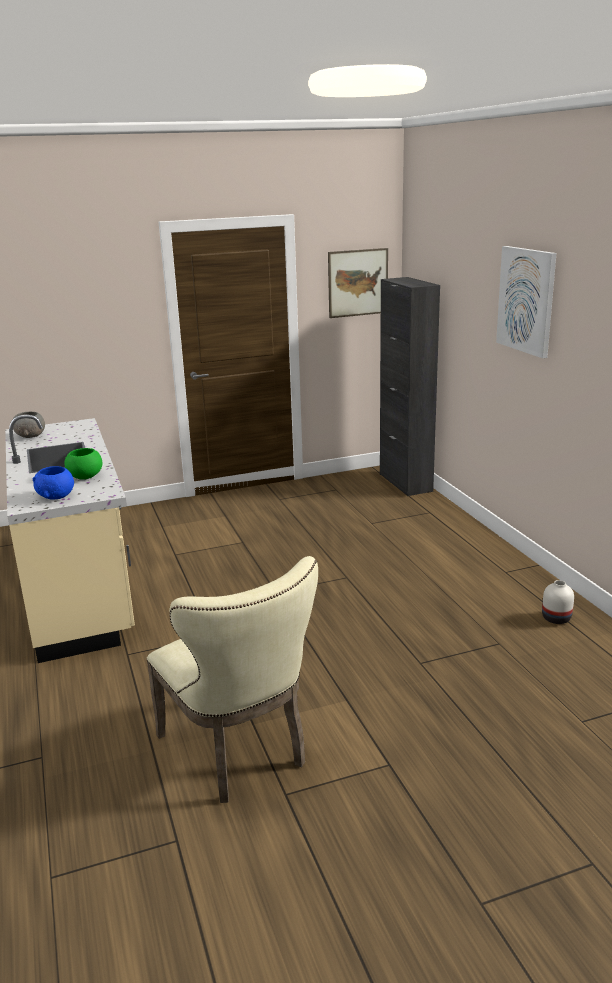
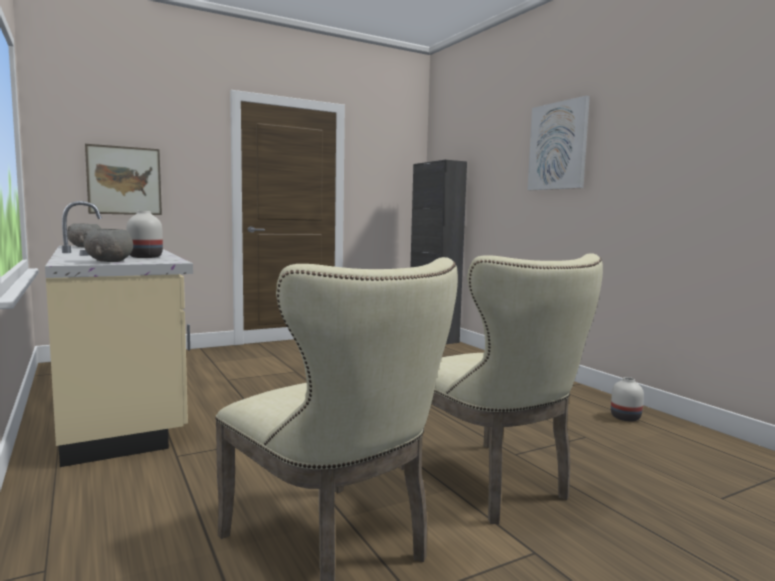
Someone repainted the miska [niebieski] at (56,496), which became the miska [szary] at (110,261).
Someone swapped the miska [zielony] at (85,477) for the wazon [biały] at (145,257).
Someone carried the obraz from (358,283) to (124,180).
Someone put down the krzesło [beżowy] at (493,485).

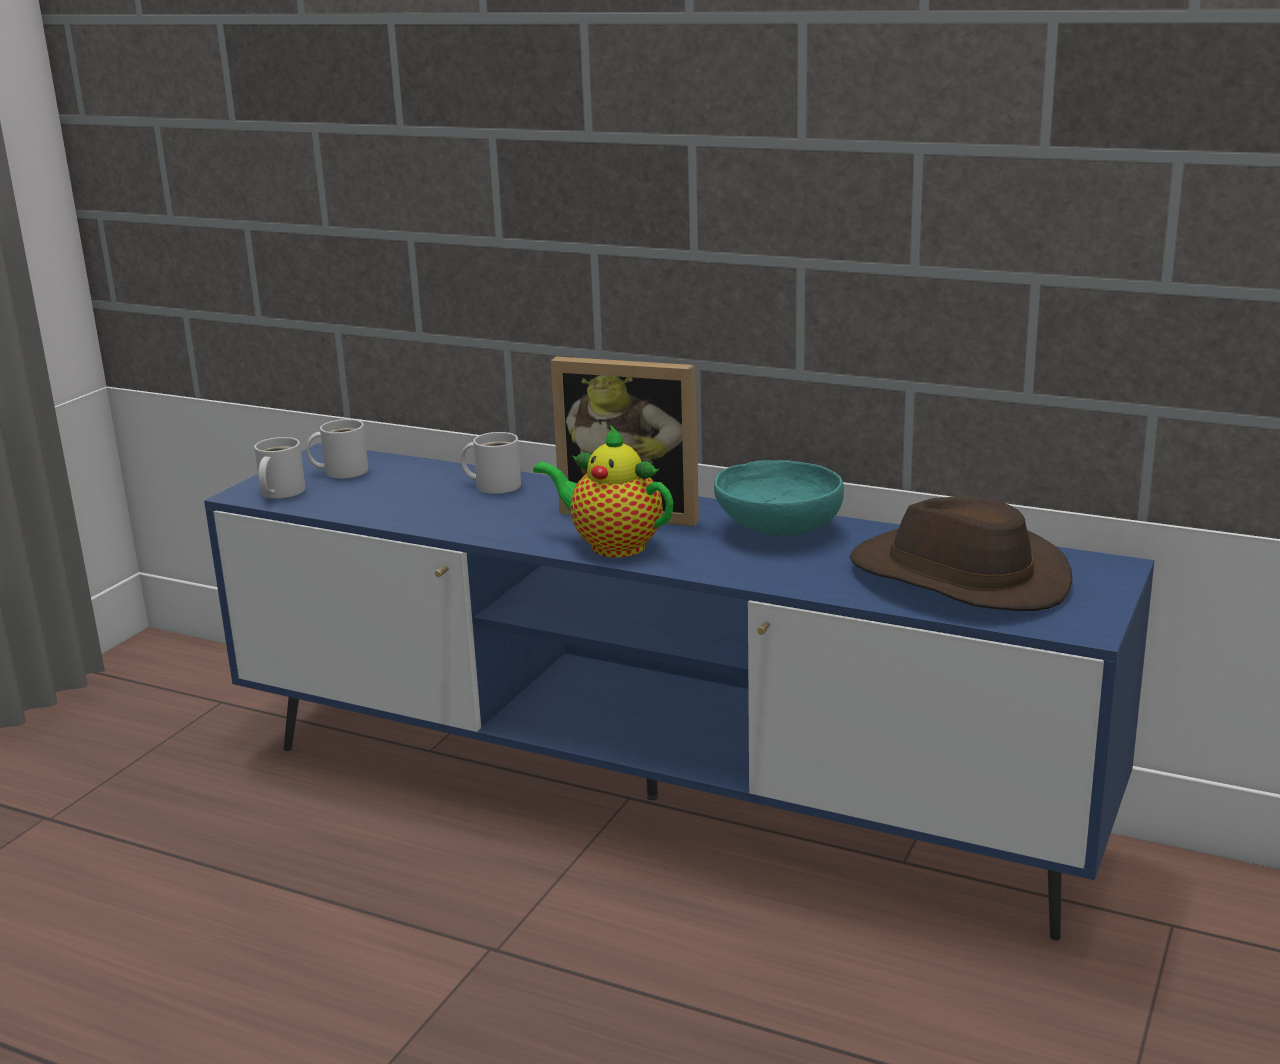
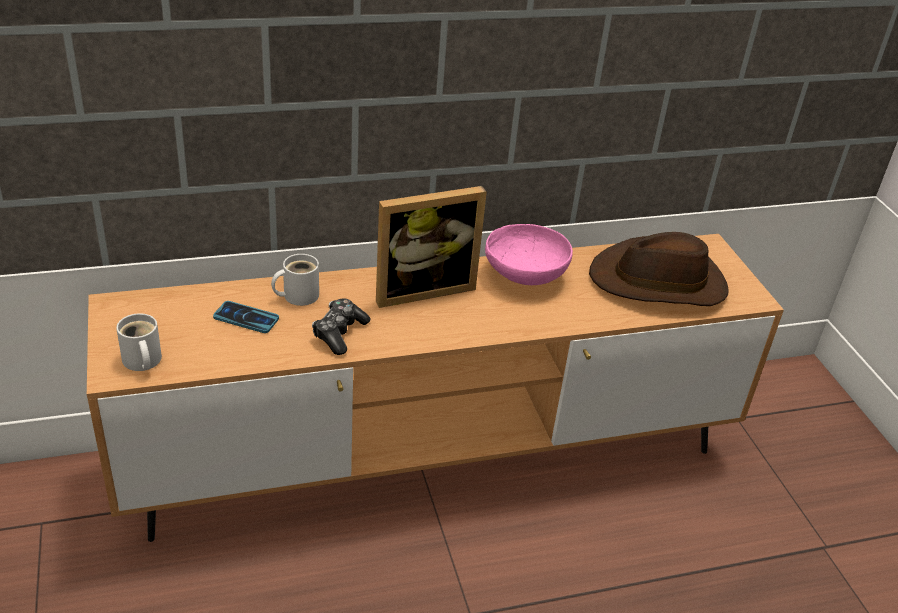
Someone repainted the szafka pod telewizor [niebieski] at (651,798), which became the szafka pod telewizor [brązowy] at (433,460).
Someone took away the kubek [biały] at (342,471).
Someone took away the imbryk at (611,545).
Someone repainted the miska [turkusowy] at (776,530), which became the miska [różowy] at (524,276).
Someone put down the telefon at (246,318).
Someone put down the pad do gier at (339,333).

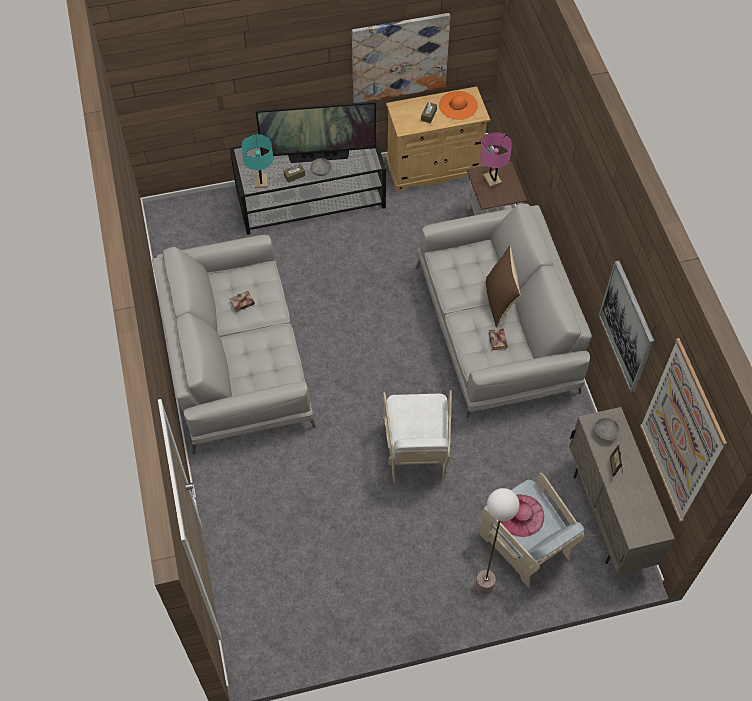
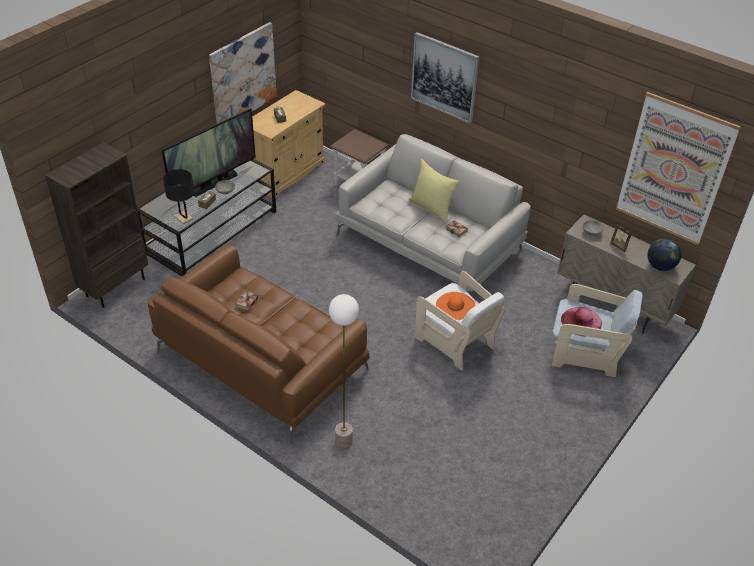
Someone repainted the kanapa [szary] at (237,359), which became the kanapa [brązowy] at (260,360).
Someone repainted the lampa stołowa [turkusowy] at (261,181), which became the lampa stołowa [czarny] at (183,218).
Someone carried the kapelusz [pomarańczowy] from (458,105) to (455,306).
Someone carried the lampa stojąca from (484,586) to (343,441).
Someone took away the lampa stołowa [różowy] at (492,179).
Someone repainted the poduszka [brązowy] at (500,301), which became the poduszka [żółty] at (432,208).
Someone carried the obraz from (627,327) to (444,77).
Someone put down the regał [brązowy] at (115,287).
Someone put down the globus at (660,266).

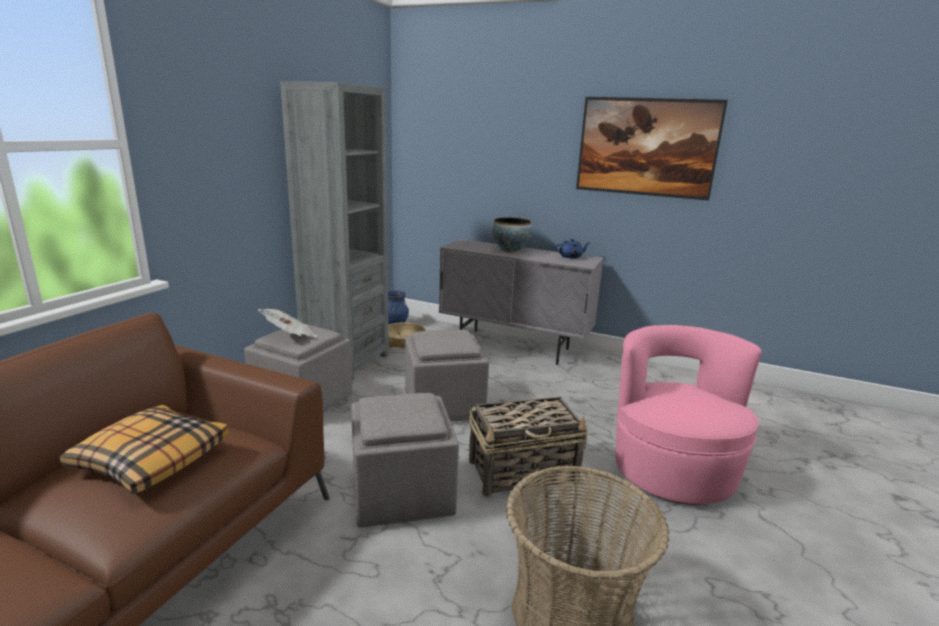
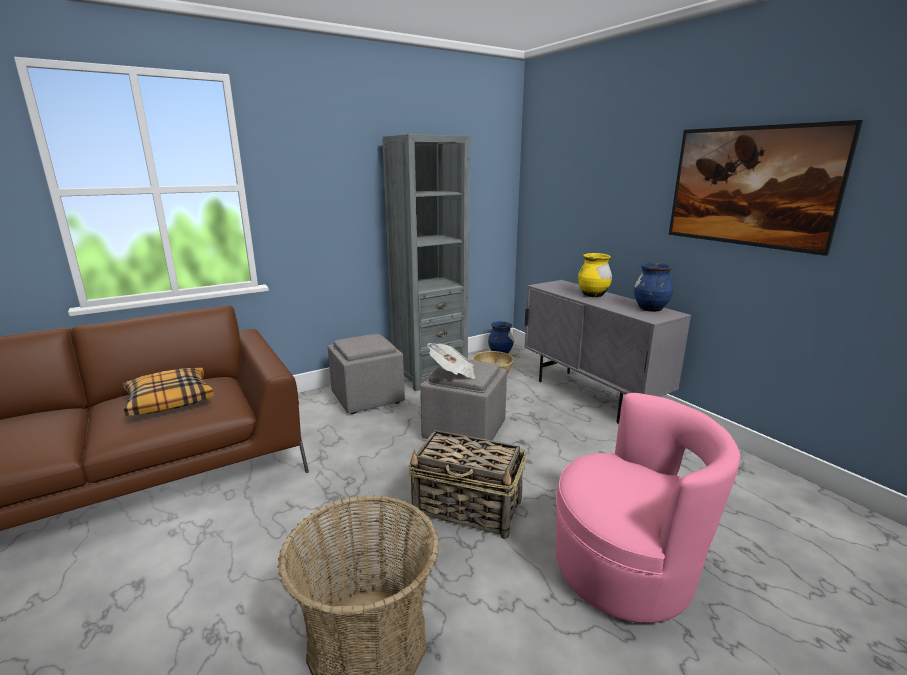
Someone carried the gazeta from (290,336) to (452,373).
Someone took away the pufa [szary] at (401,493).
Someone swapped the miska at (510,250) for the wazon [żółty] at (593,295).
Someone swapped the imbryk [niebieski] at (571,256) for the wazon [niebieski] at (650,309).
Someone rotated the fotel [różowy] at (672,470) by 60 degrees clockwise.

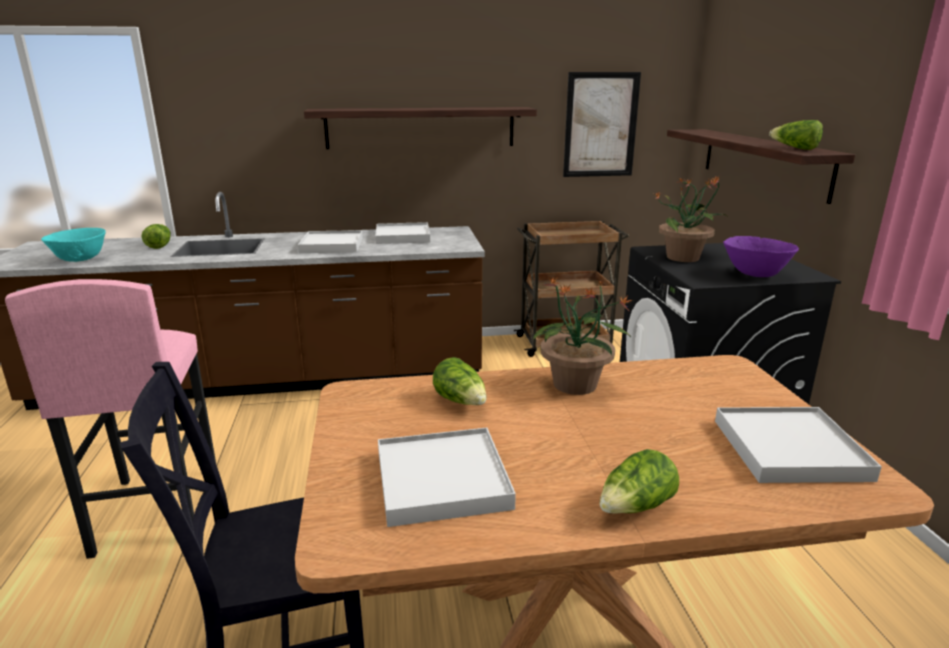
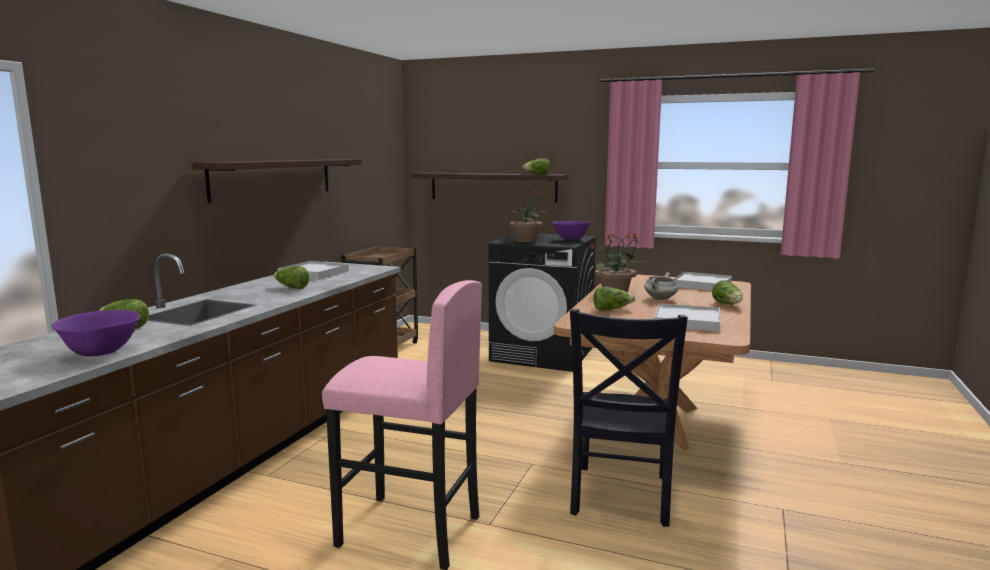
Someone repainted the miska [turkusowy] at (80,260), which became the miska [fioletowy] at (101,353).
Someone swapped the taca [biały] at (331,245) for the sałata at (291,287).
Someone took away the obraz at (600,125).
Someone put down the garnek [biały] at (660,299).

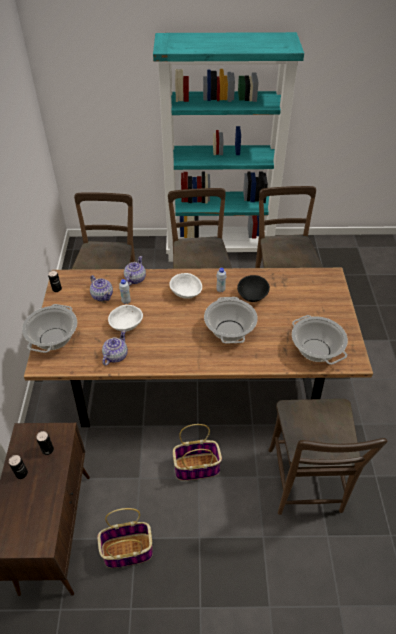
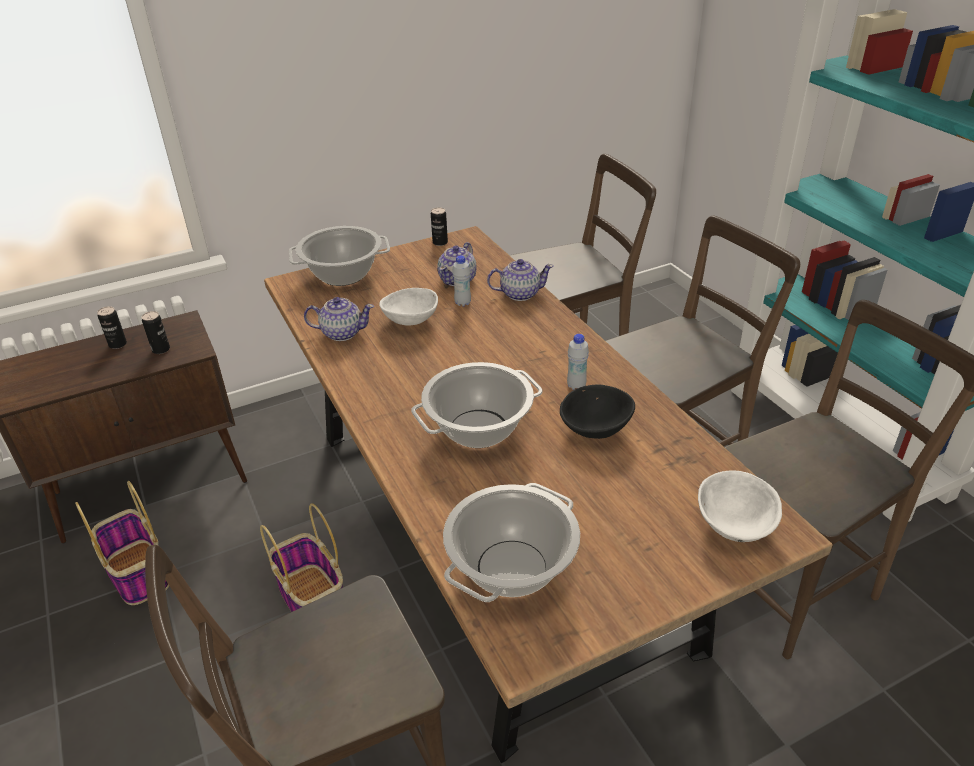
Someone carried the miska [biały] from (186,293) to (734,525).

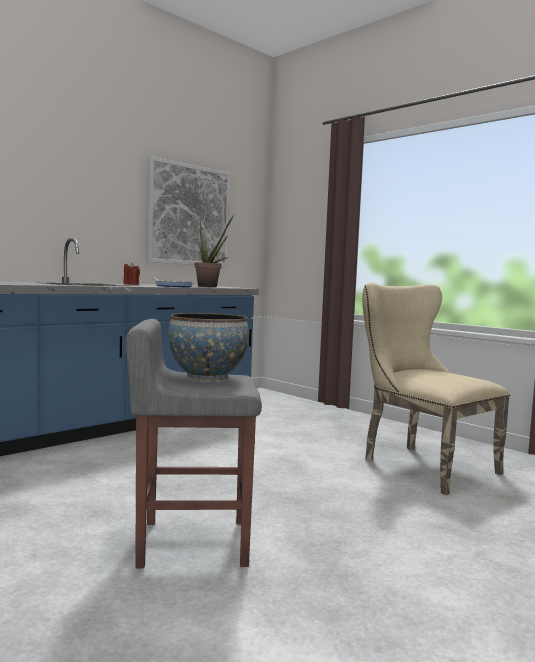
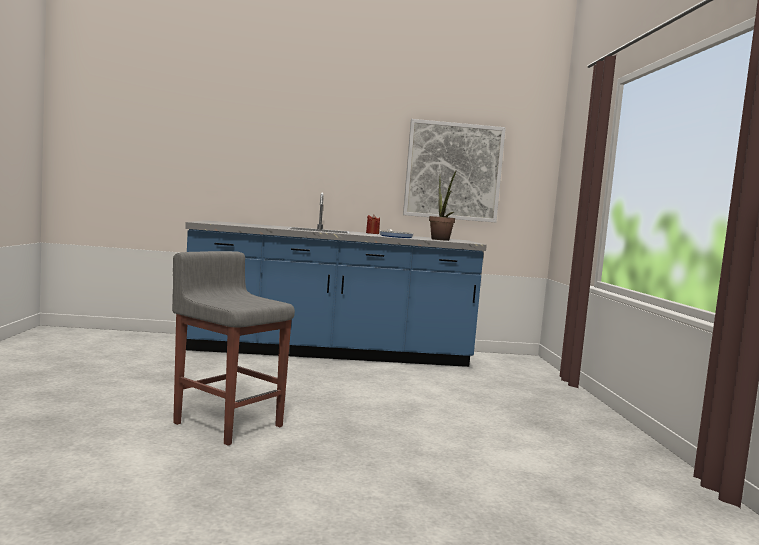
Someone took away the miska at (207,376).
Someone took away the krzesło [beżowy] at (421,465).

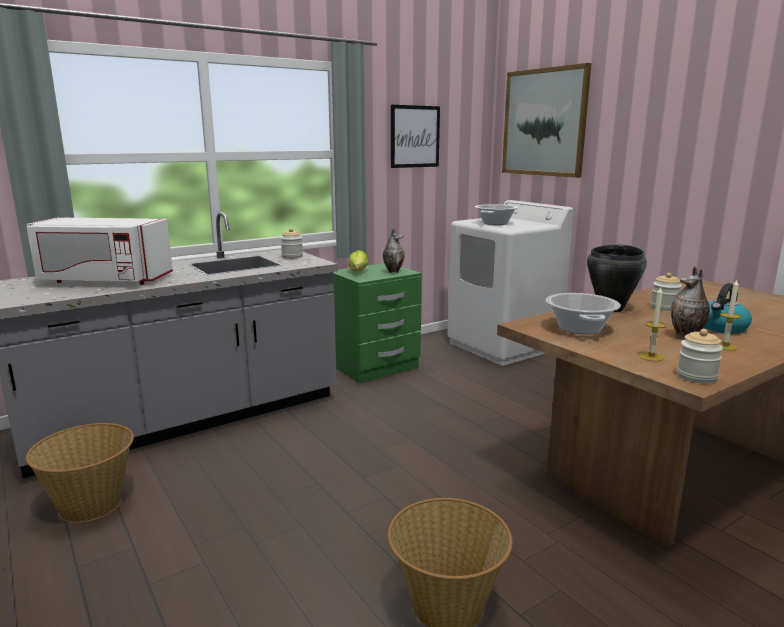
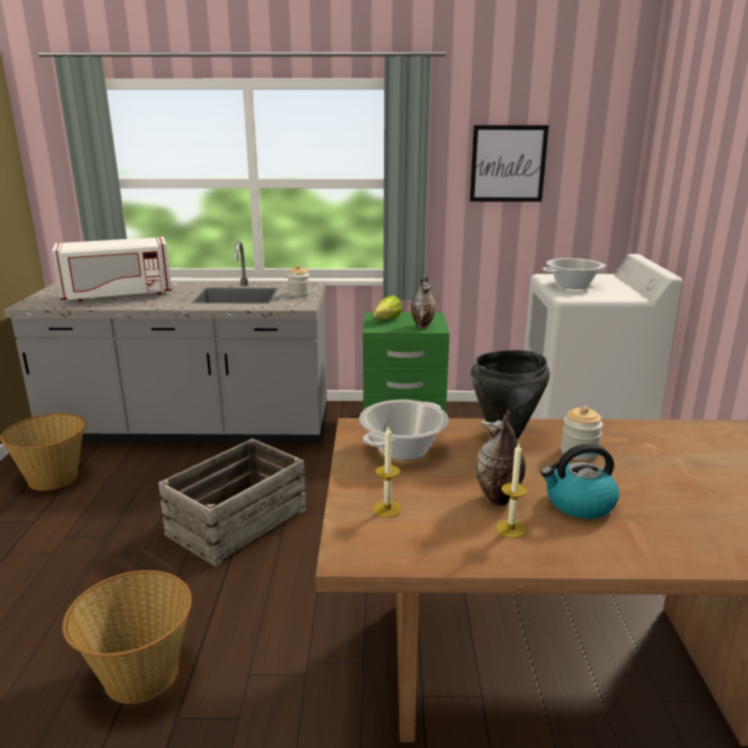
Someone rotated the mikrofalówka [biały] at (104,280) by 60 degrees counterclockwise.
Someone took away the obraz at (544,122).
Someone took away the słoik at (696,376).
Someone put down the skrzynka at (238,523).

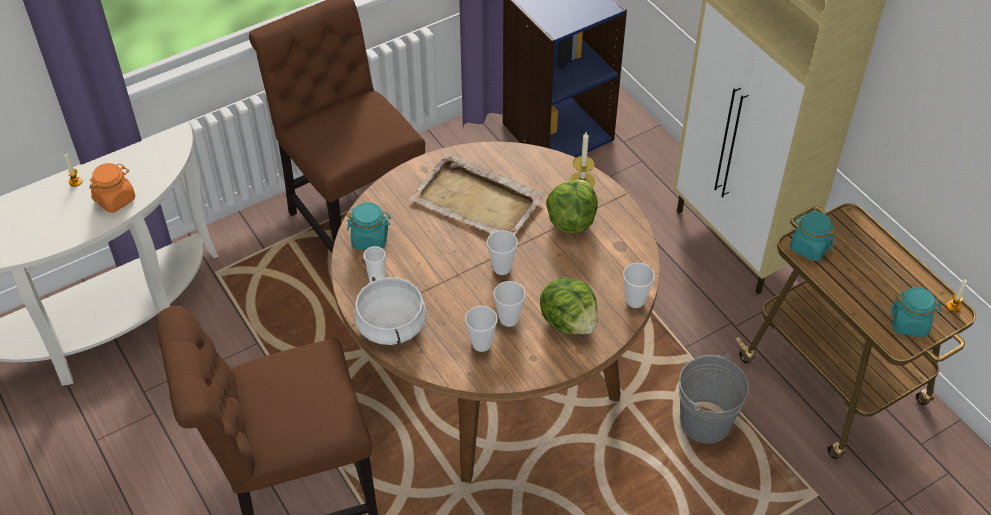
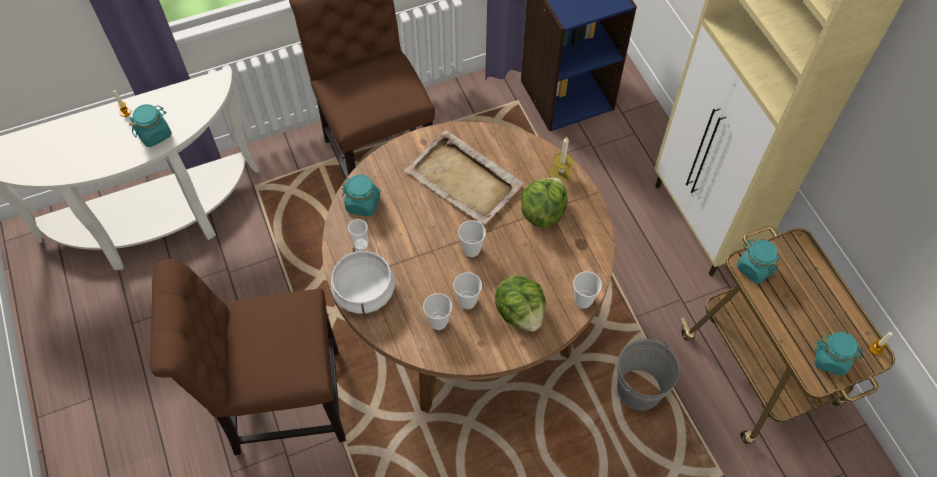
Someone repainted the słoik [pomarańczowy] at (115,199), which became the słoik [turkusowy] at (155,134).

